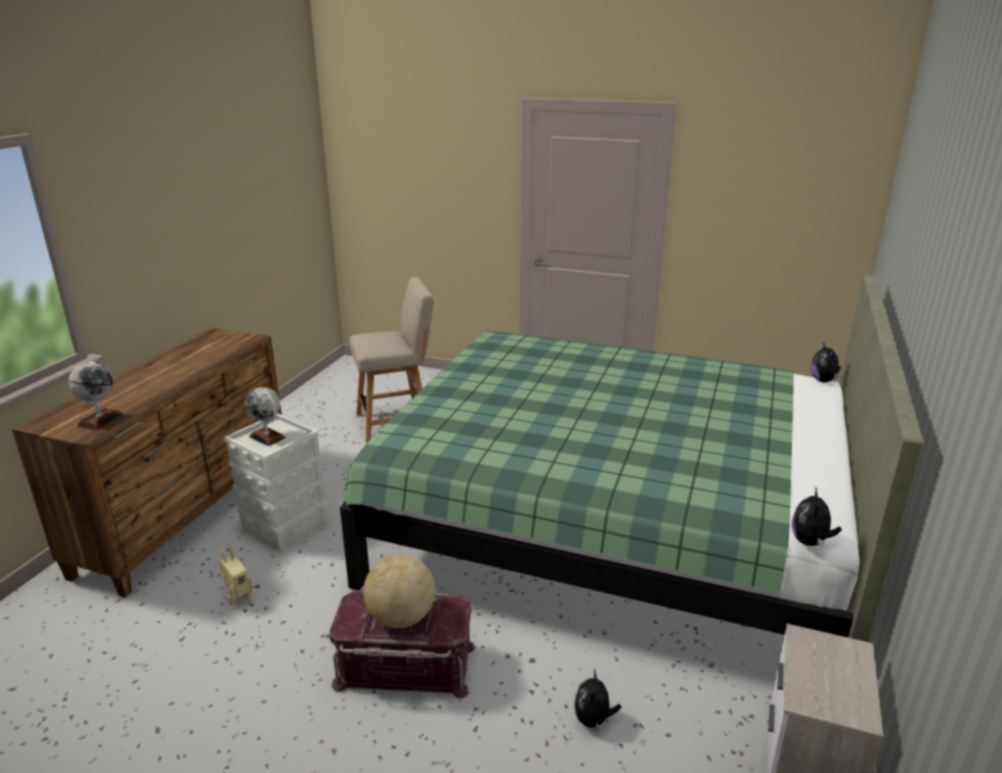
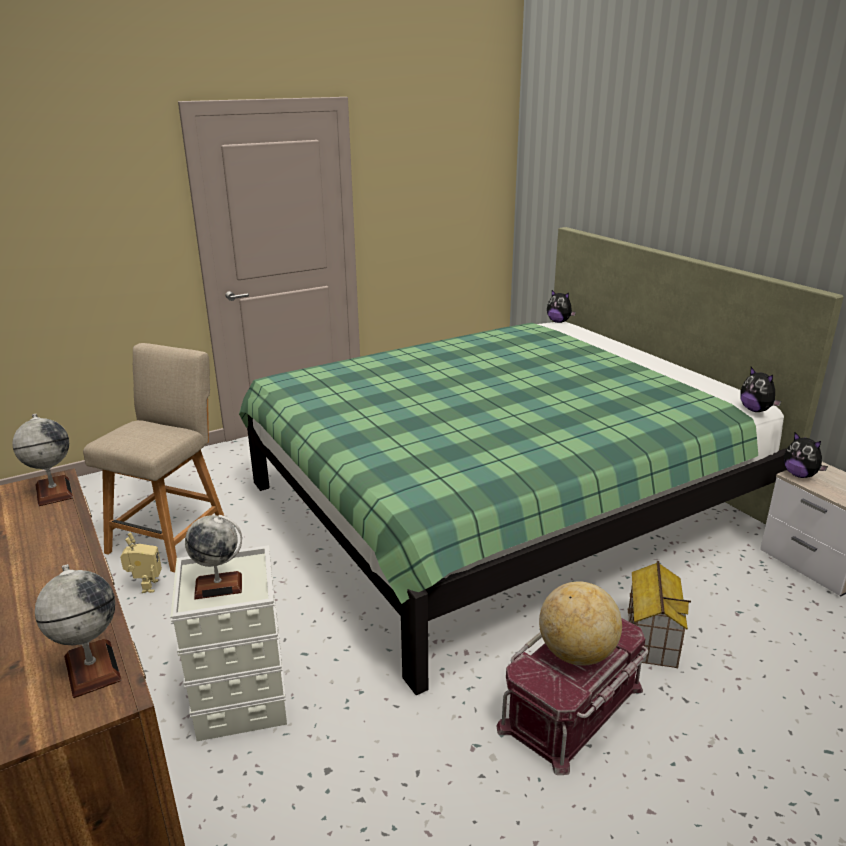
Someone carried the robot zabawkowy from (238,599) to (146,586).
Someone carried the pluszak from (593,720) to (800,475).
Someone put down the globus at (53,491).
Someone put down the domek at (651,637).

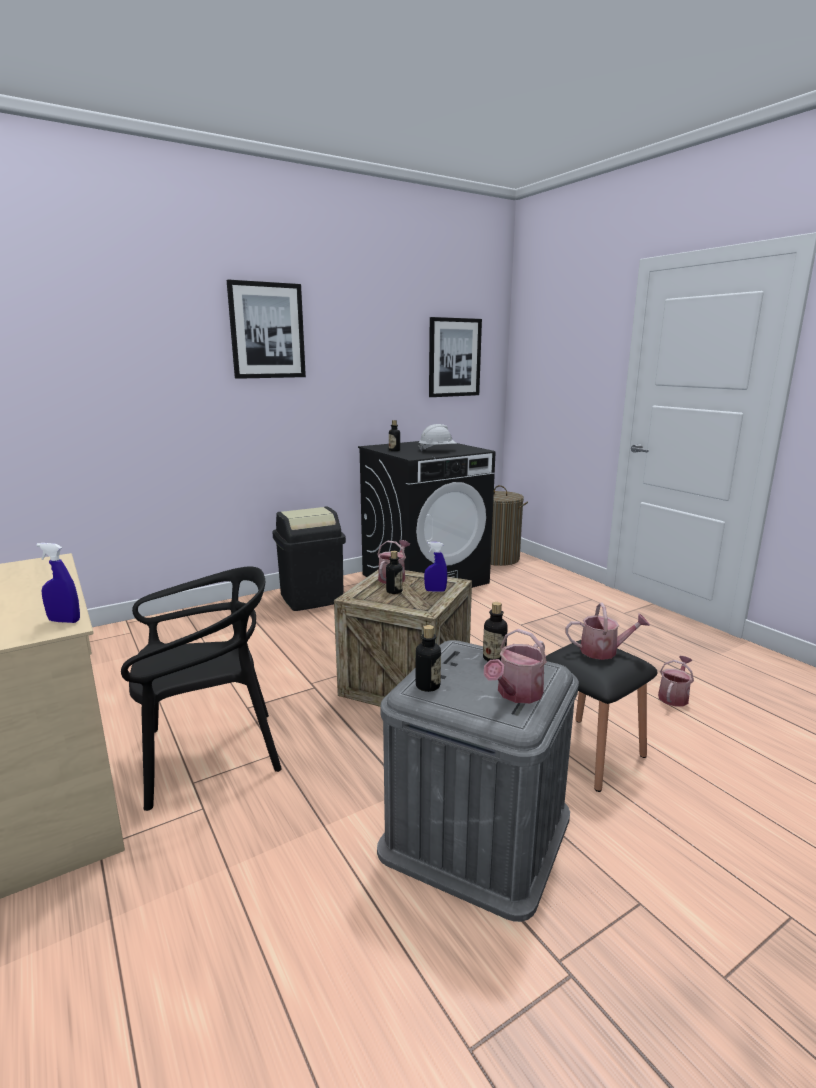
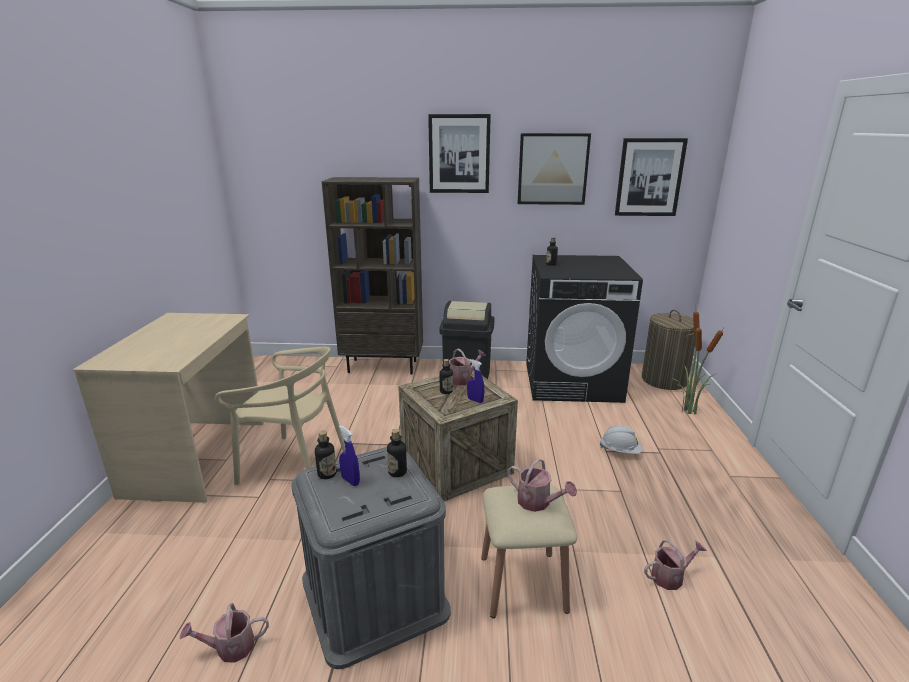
Someone carried the spryskiwacz [niebieski] from (64,621) to (350,481).
Someone repainted the krzesło [czarny] at (210,754), which became the krzesło [beżowy] at (294,465).
Someone carried the kask [biały] from (437,450) to (620,451).
Someone carried the konewka from (516,694) to (230,648).
Someone repainted the stołek [czarny] at (587,752), which became the stołek [beżowy] at (522,583).
Someone put down the regał [brązowy] at (383,366).
Someone put up the obraz at (552,169).
Someone put down the roślina doniczkowa at (687,411).

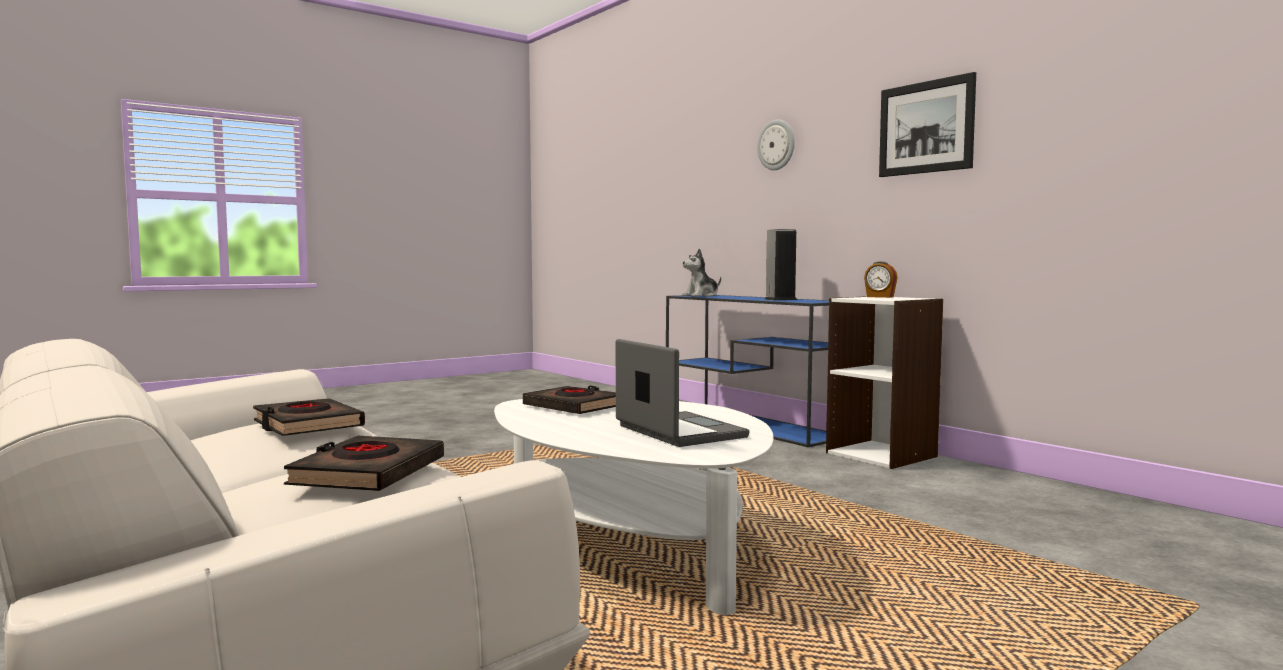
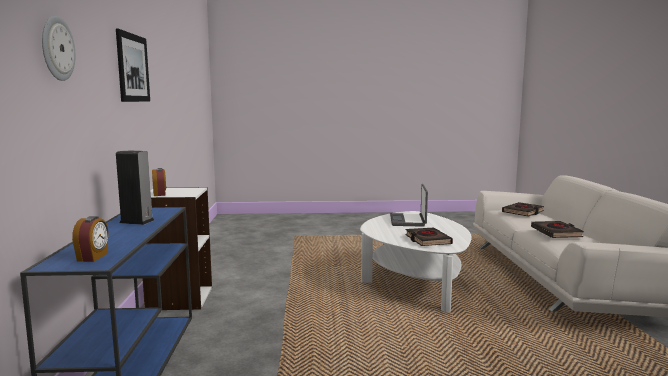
Someone swapped the pluszak at (701,296) for the budzik at (93,257).

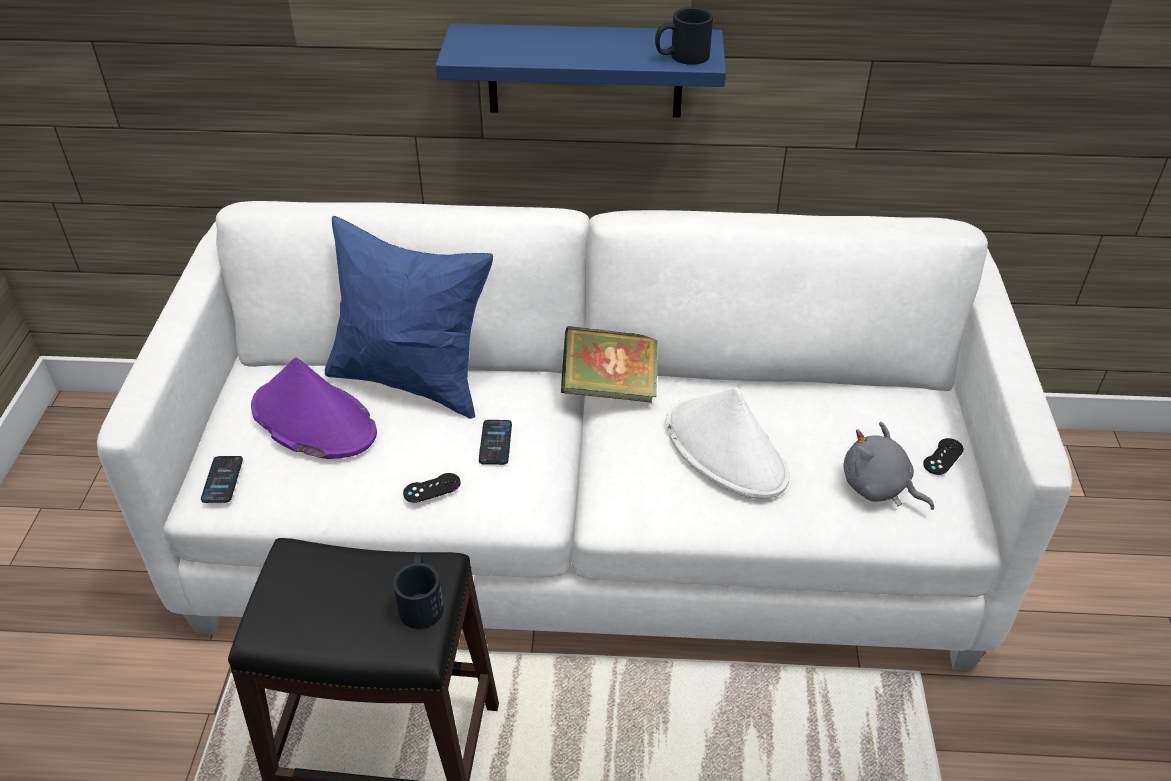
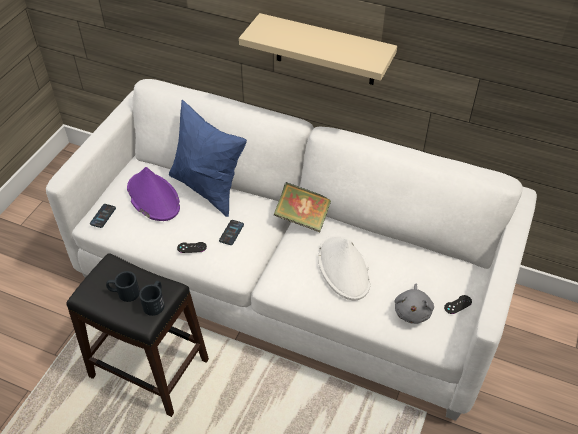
Someone repainted the półka [niebieski] at (585,71), which became the półka [beżowy] at (325,50).
Someone carried the kubek [czarny] from (681,57) to (124,293).
Someone rotated the pluszak [szary] at (878,488) by 135 degrees counterclockwise.

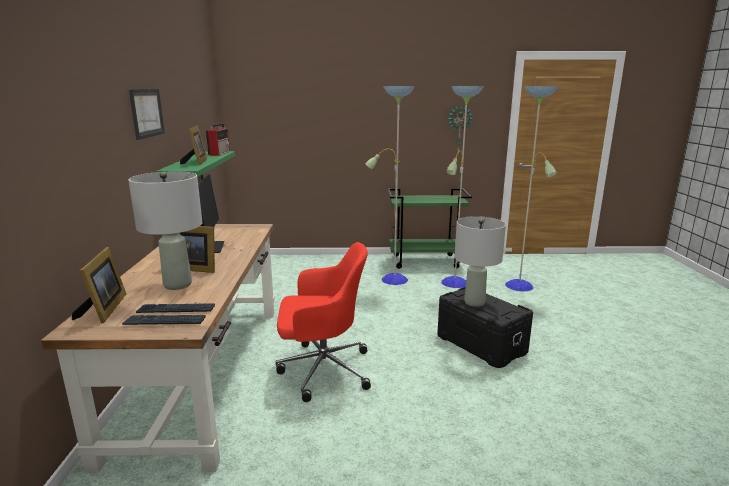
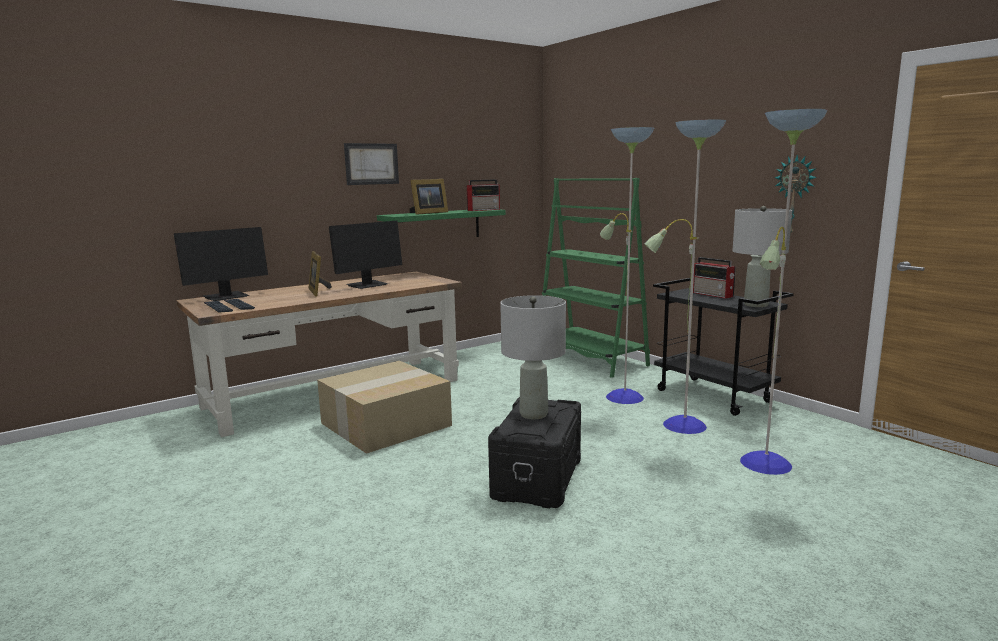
Someone swapped the ramka na zdjęcie at (104,309) for the monitor at (226,297).
Someone carried the lampa stołowa [szary] from (178,285) to (756,305).
Someone swapped the krzesło biurowe [czerwony] at (322,369) for the karton at (385,425).
Someone repainted the wózek [zielony] at (425,261), which became the wózek [czarny] at (714,396).
Someone put down the regał [zielony] at (590,359).
Someone put down the radio at (713,294).

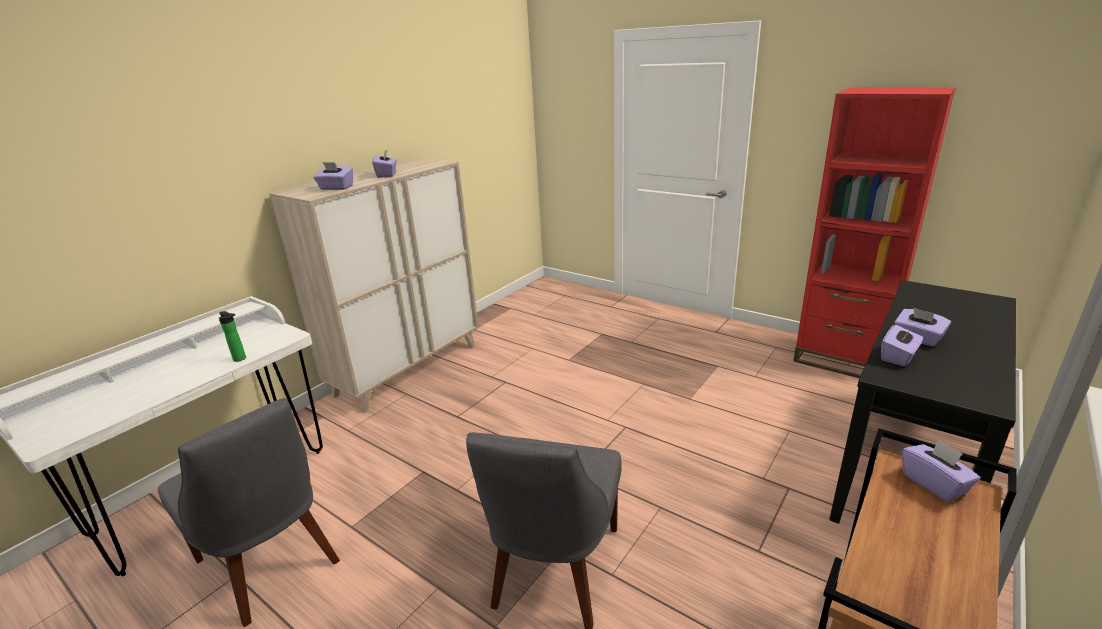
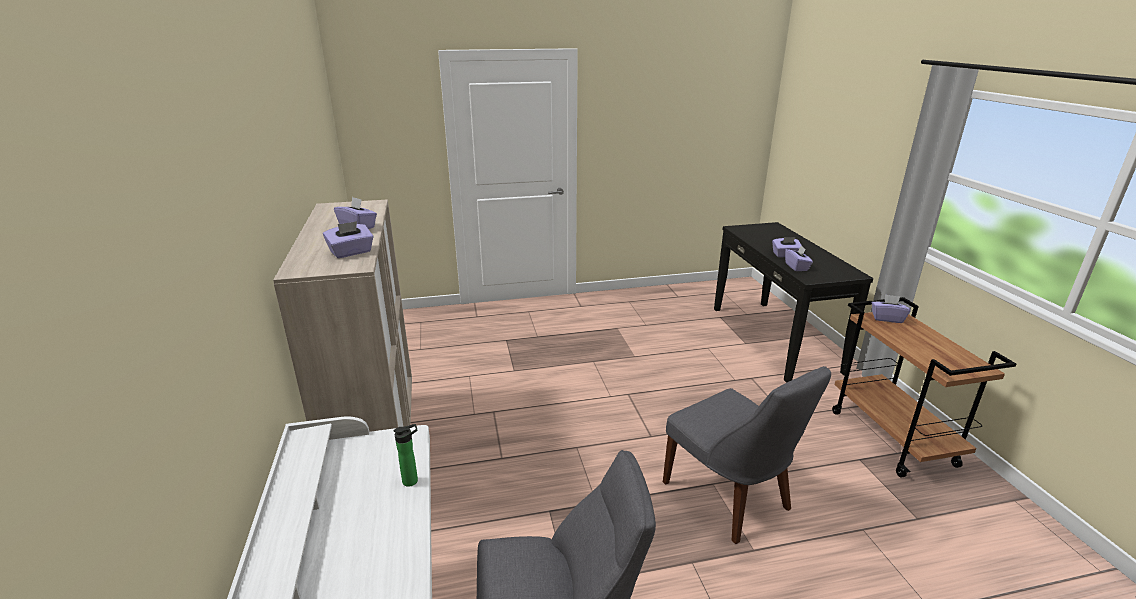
Someone took away the regał [czerwony] at (841,360).

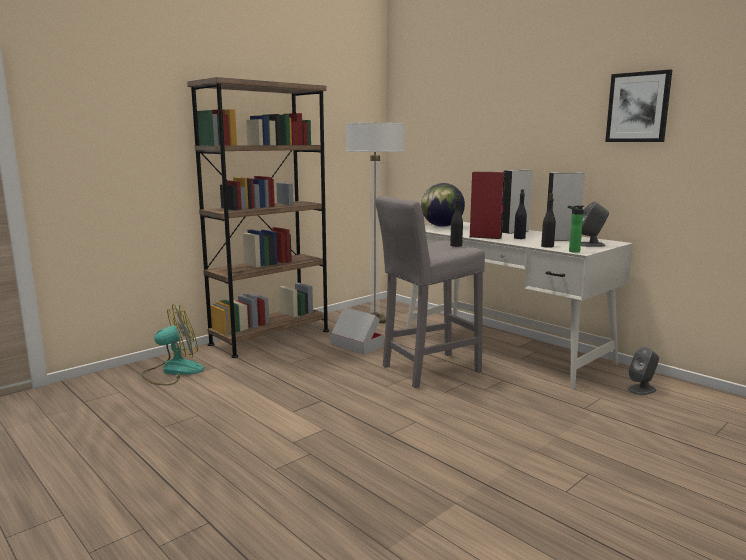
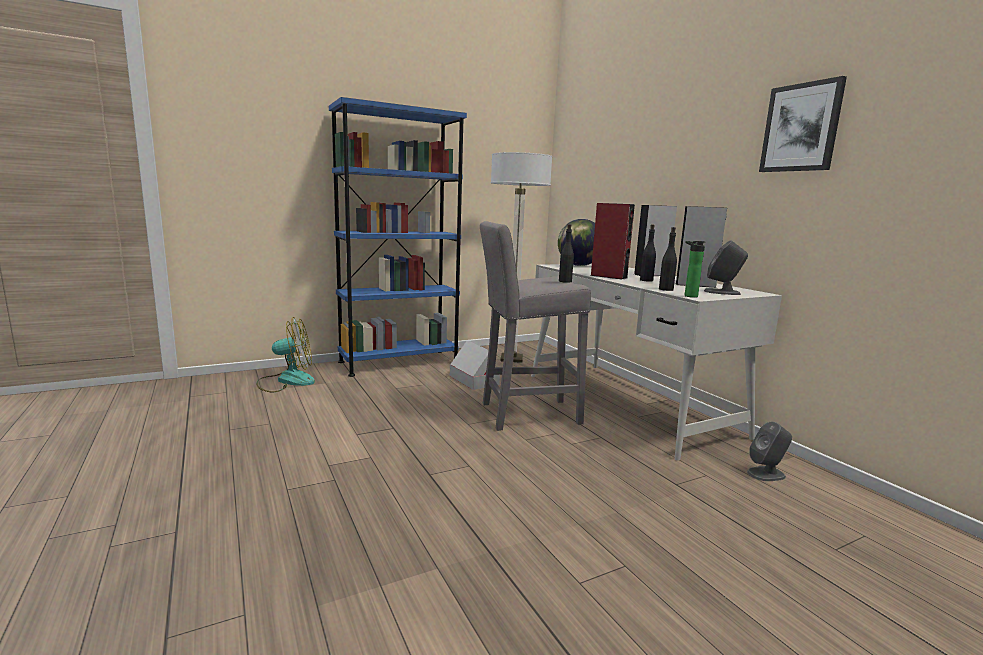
Someone repainted the regał [brązowy] at (270,337), which became the regał [niebieski] at (399,362).

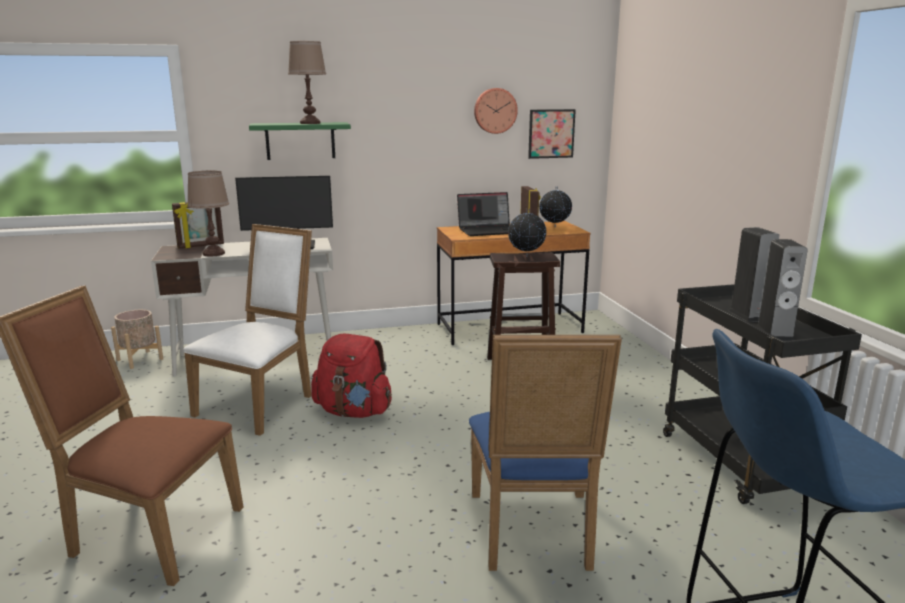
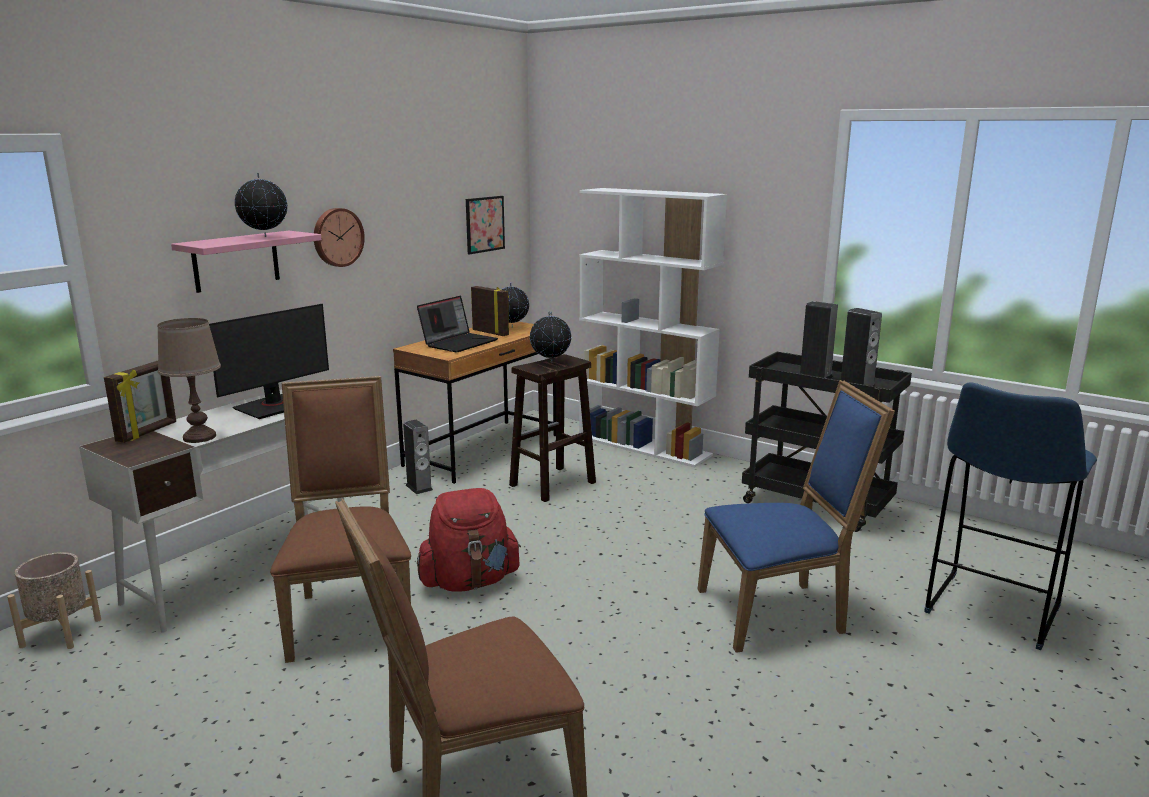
Someone repainted the krzesło [biały] at (261,404), which became the krzesło [brązowy] at (350,615).
Someone repainted the półka [zielony] at (300,141), which became the półka [różowy] at (236,261).
Someone swapped the lampa stołowa [brązowy] at (310,123) for the globus at (264,237).
Someone rotated the krzesło [niebieski] at (534,535) by 60 degrees counterclockwise.
Someone carried the zegar ścienny from (495,110) to (337,237).
Someone put down the głośnik at (419,487).
Someone put down the regał [biały] at (645,446).

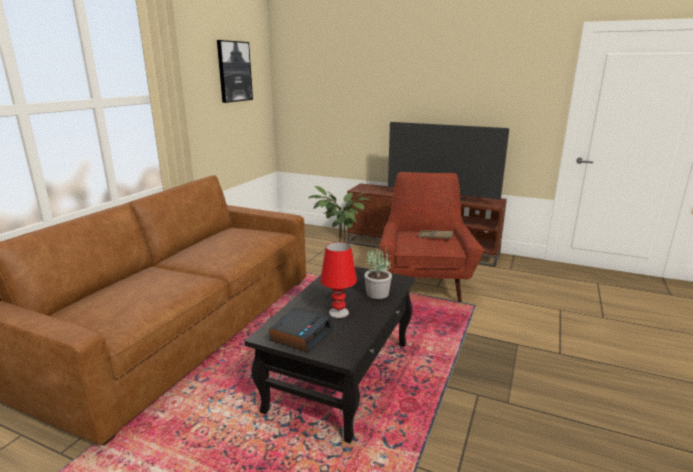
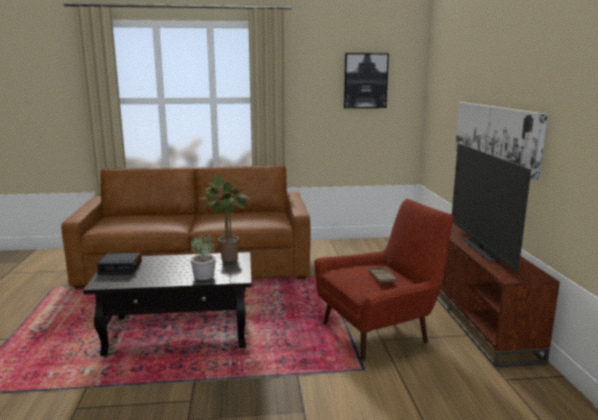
Someone took away the lampa stołowa [czerwony] at (339,312).
Someone put up the obraz at (495,135).

